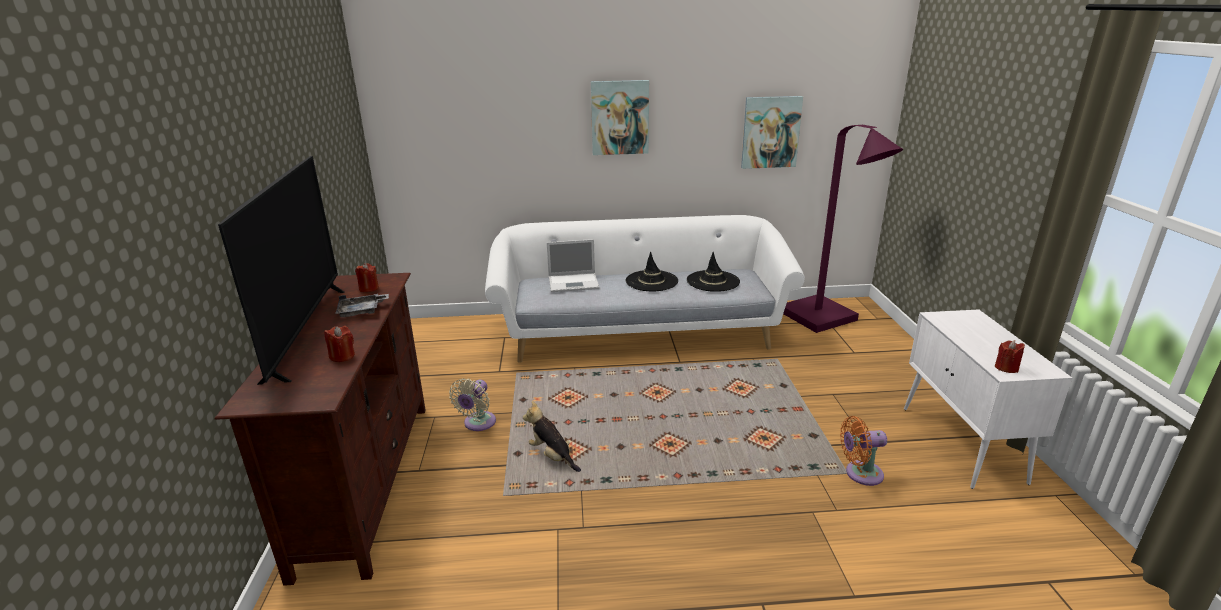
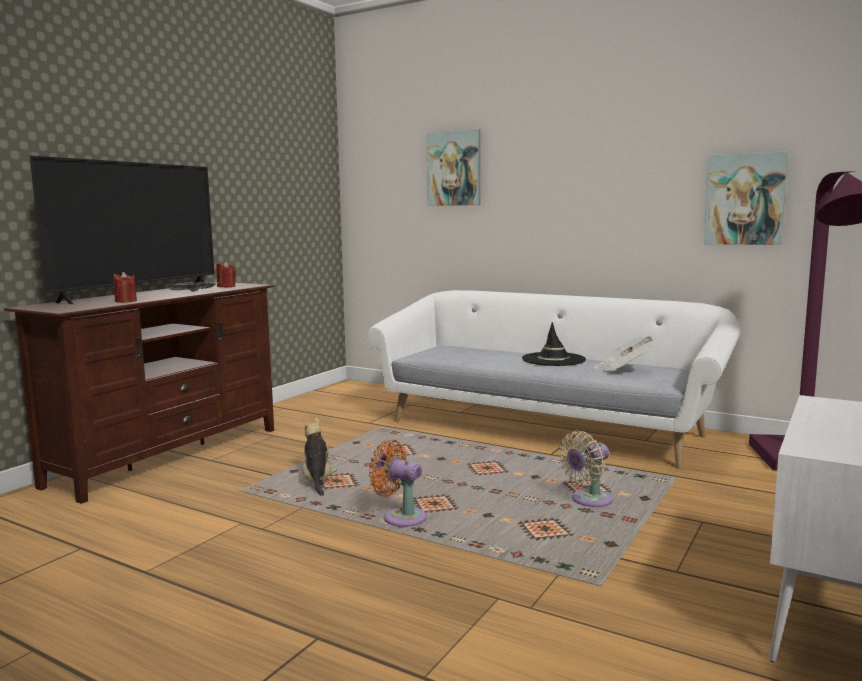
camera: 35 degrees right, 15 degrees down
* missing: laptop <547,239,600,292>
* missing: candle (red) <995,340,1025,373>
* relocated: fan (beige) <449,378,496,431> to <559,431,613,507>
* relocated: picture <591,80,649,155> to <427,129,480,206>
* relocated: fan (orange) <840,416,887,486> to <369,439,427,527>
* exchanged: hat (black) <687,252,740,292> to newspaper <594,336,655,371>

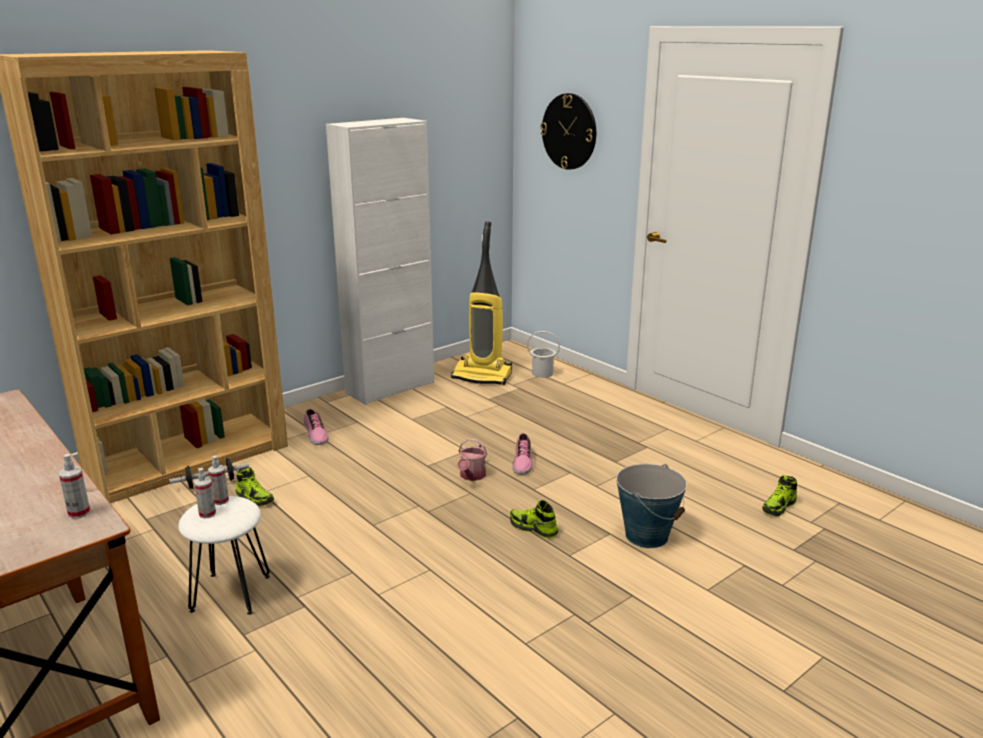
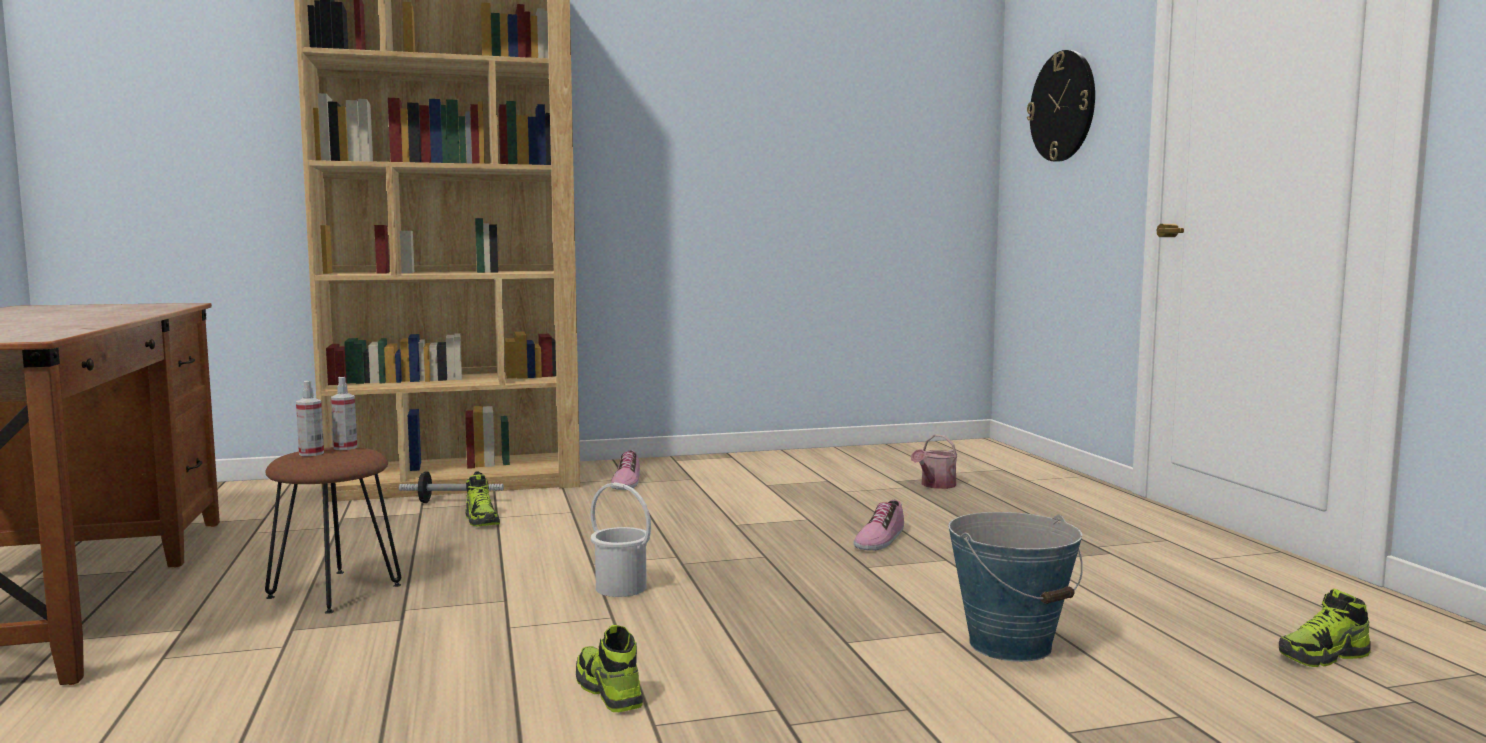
camera: 25 degrees right, 15 degrees down
* missing: spray bottle <59,454,90,519>
* missing: cabinet (white) <326,118,434,405>
* missing: vacuum cleaner <451,221,512,385>
* relocated: watering can <457,439,487,481> to <911,434,957,489>
* relocated: shoe <510,500,558,538> to <576,625,643,712>
* relocated: bucket (white) <527,331,560,378> to <591,482,651,597>
* colour: stool (white) <178,496,270,615> to stool (brown) <265,447,401,614>

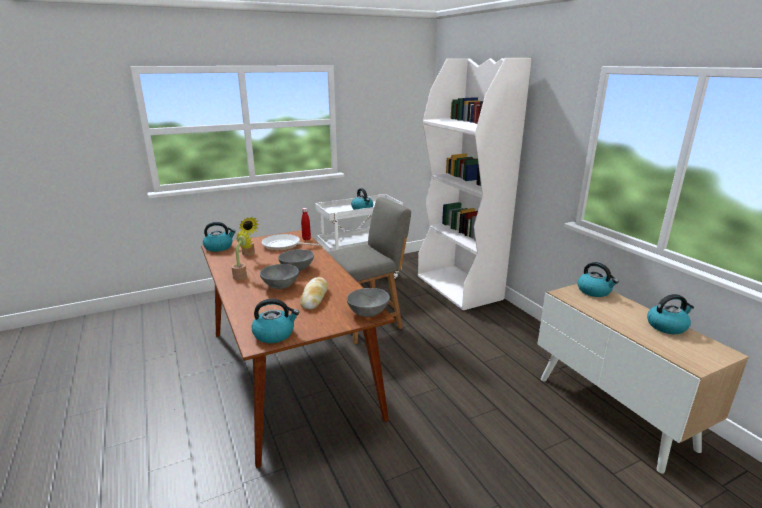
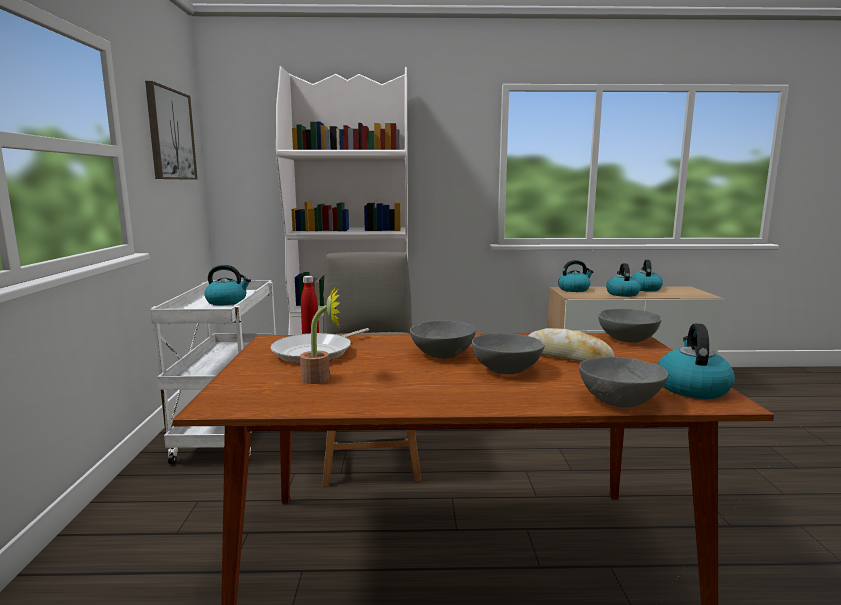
camera: 65 degrees left, 10 degrees down
* missing: potted plant <231,230,253,280>
* appeared: picture <145,81,198,180>
* appeared: bowl (grey) <579,357,668,407>
* relocated: kettle <203,222,236,252> to <606,263,641,297>

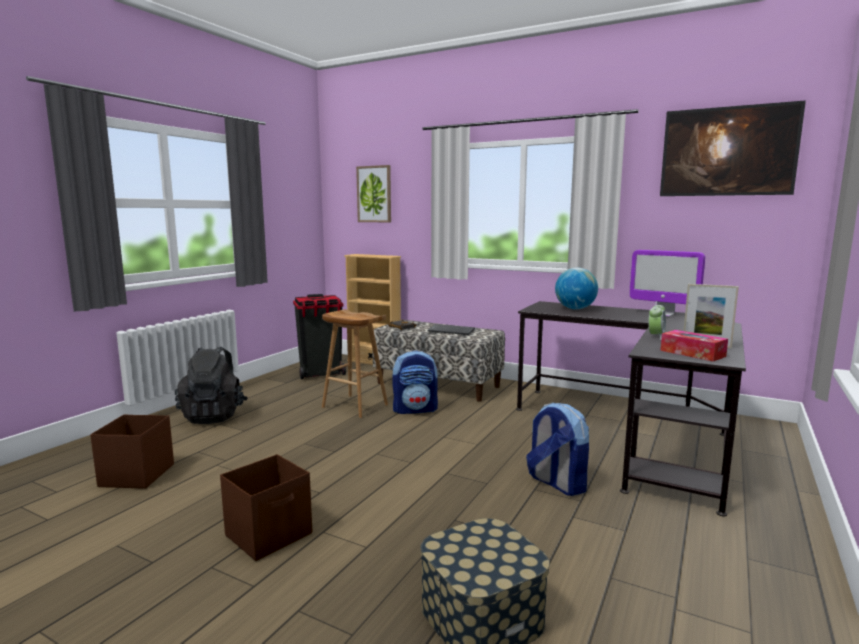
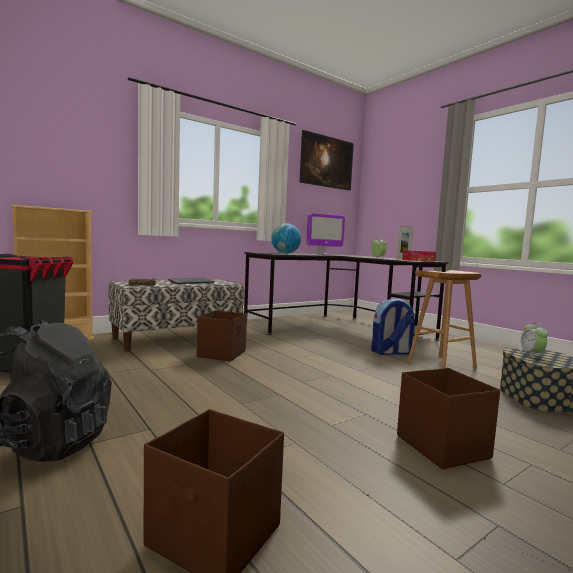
camera: 65 degrees left, 5 degrees down
* missing: picture <356,165,391,222>
* appeared: alarm clock <519,322,548,358>
* relocated: stool (brown) <322,309,388,418> to <407,270,482,369>
* exchanged: backpack <392,351,438,414> to storage box (brown) <197,310,247,361>

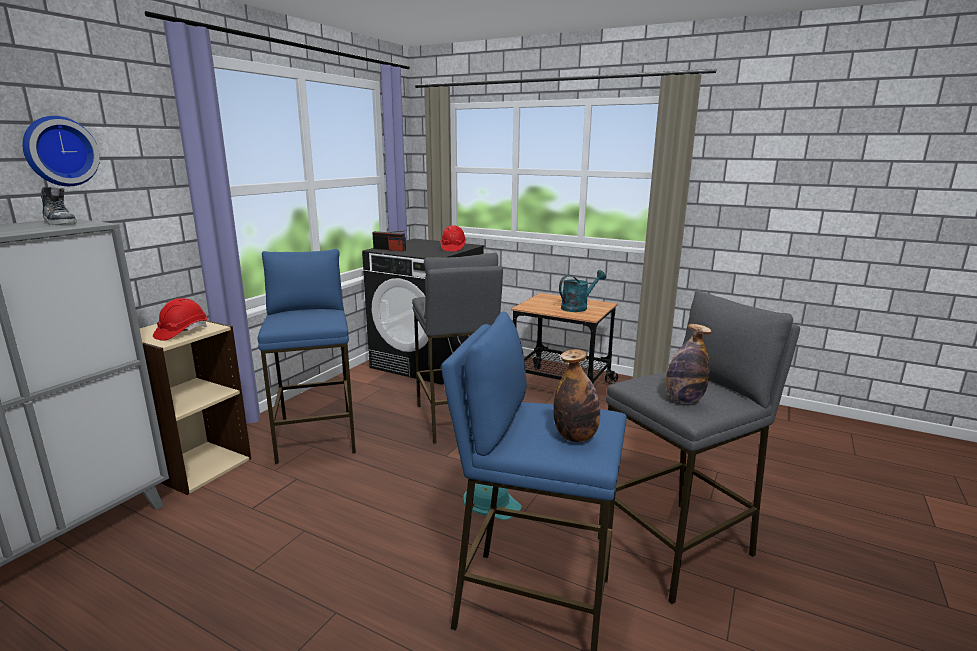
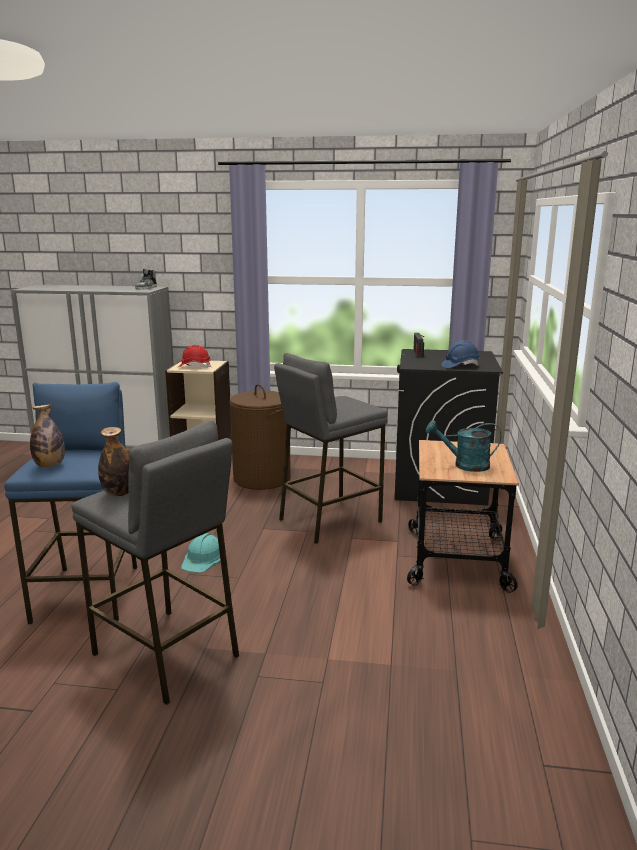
camera: 70 degrees right, 0 degrees up
* missing: wall clock <22,116,100,186>
* exchanged: stool (blue) <257,249,356,464> to laundry basket (brown) <230,384,291,490>
* colour: hard hat (red) <441,225,466,251> to hard hat (blue) <441,340,480,368>
* spun: watering can (turquoise) <559,270,606,312> = <426,420,501,472> 150 degrees clockwise

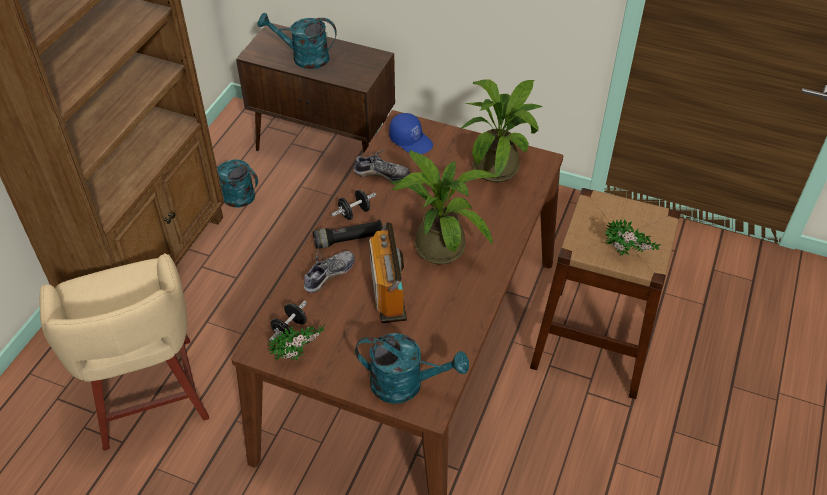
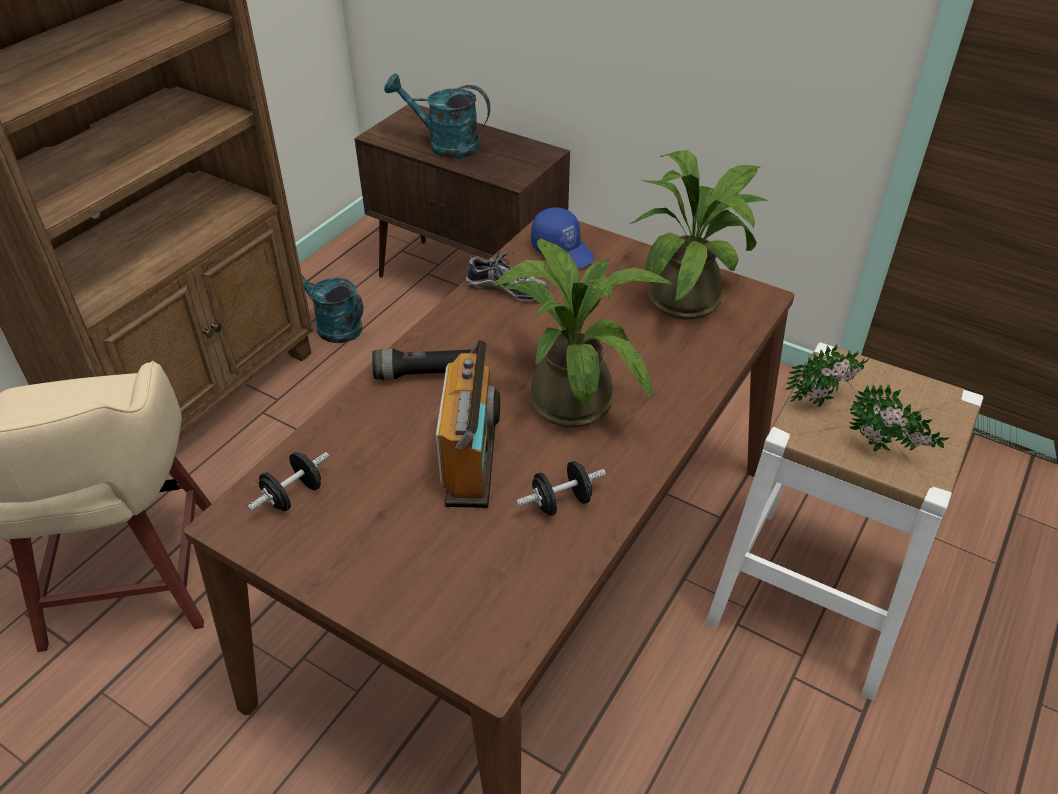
camera: 10 degrees right, 5 degrees down
* missing: shoe <304,250,355,293>
* missing: watering can (turquoise) <355,333,469,404>
* relocated: potted plant <268,325,325,361> to <786,344,869,407>
* relocated: dumbbell (black) <331,190,376,220> to <516,461,606,516>
* colour: stool (brown) <530,188,681,399> to stool (white) <705,342,983,701>

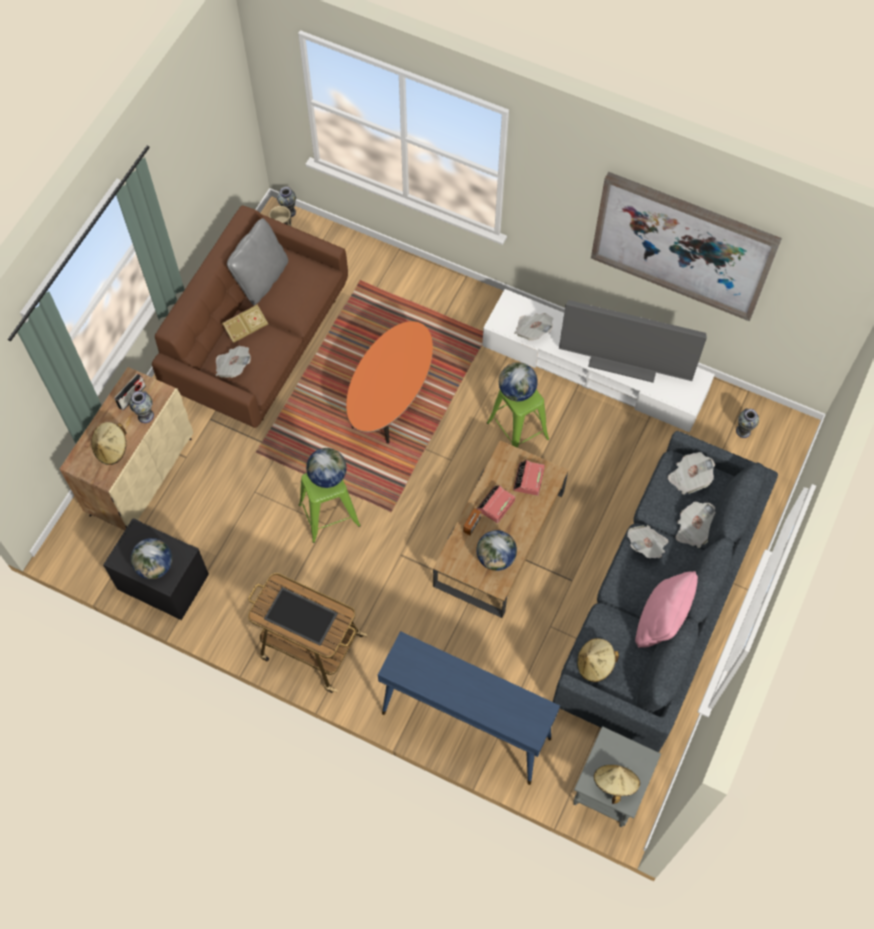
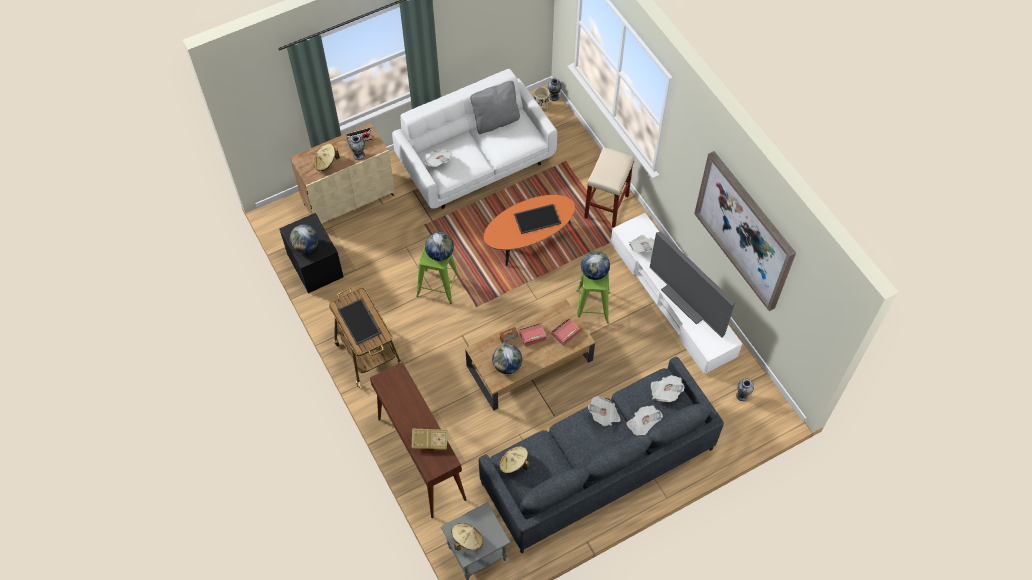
camera: 35 degrees right, 5 degrees down
* missing: pillow (pink) <635,571,698,648>
* appeared: tray <514,204,561,234>
* appeared: stool (beige) <584,147,634,228>
* relocated: book <222,305,268,343> to <412,429,447,449>
* colour: sofa (brown) <152,205,348,428> to sofa (white) <392,69,557,209>
* colour: console table (blue) <378,631,560,785> to console table (brown) <370,362,467,518>

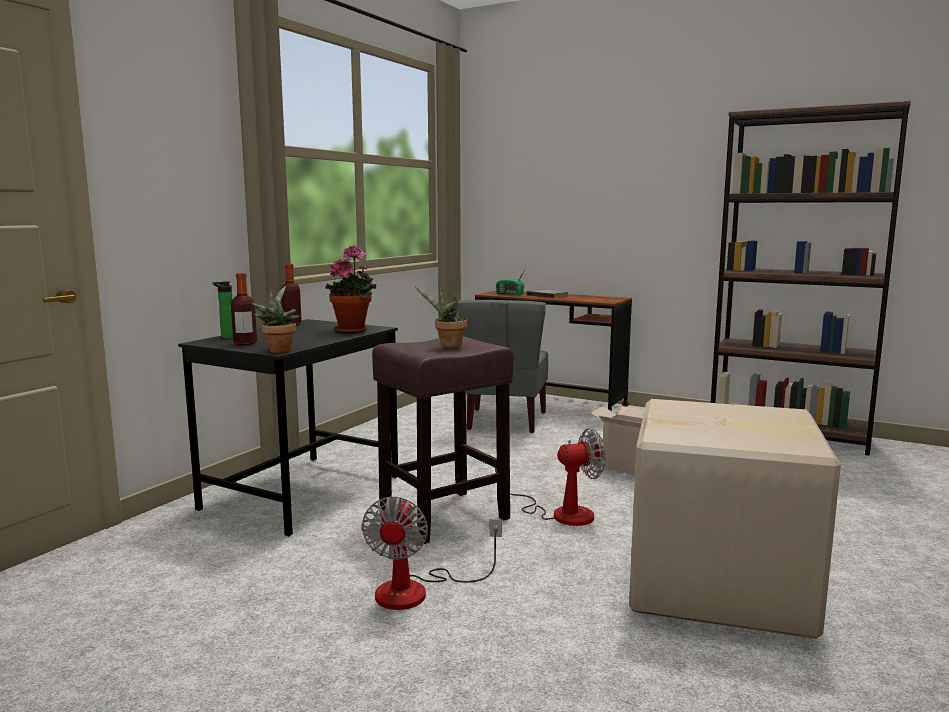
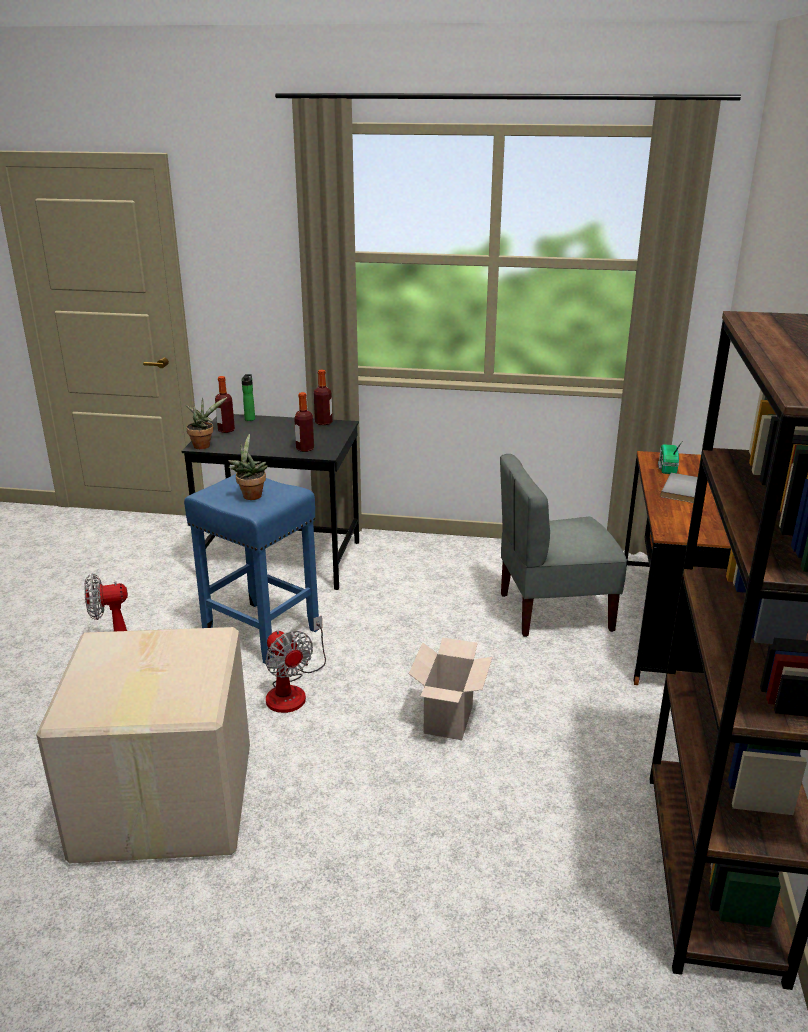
camera: 70 degrees right, 15 degrees up
* exchanged: potted plant <325,245,377,334> to bottle <294,392,314,452>
* colour: stool (brown) <372,336,513,544> to stool (blue) <184,474,319,665>

